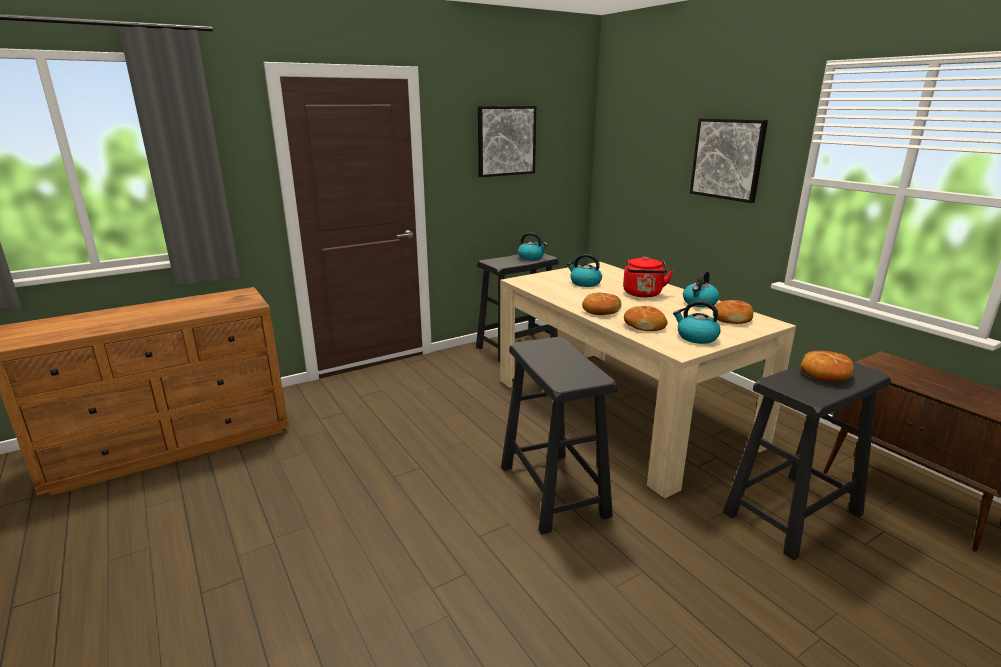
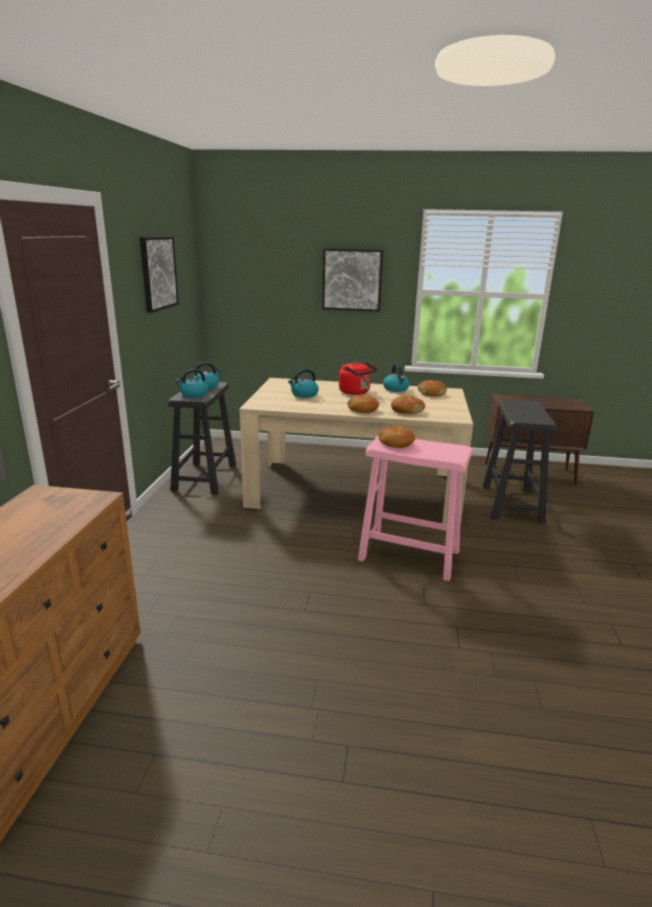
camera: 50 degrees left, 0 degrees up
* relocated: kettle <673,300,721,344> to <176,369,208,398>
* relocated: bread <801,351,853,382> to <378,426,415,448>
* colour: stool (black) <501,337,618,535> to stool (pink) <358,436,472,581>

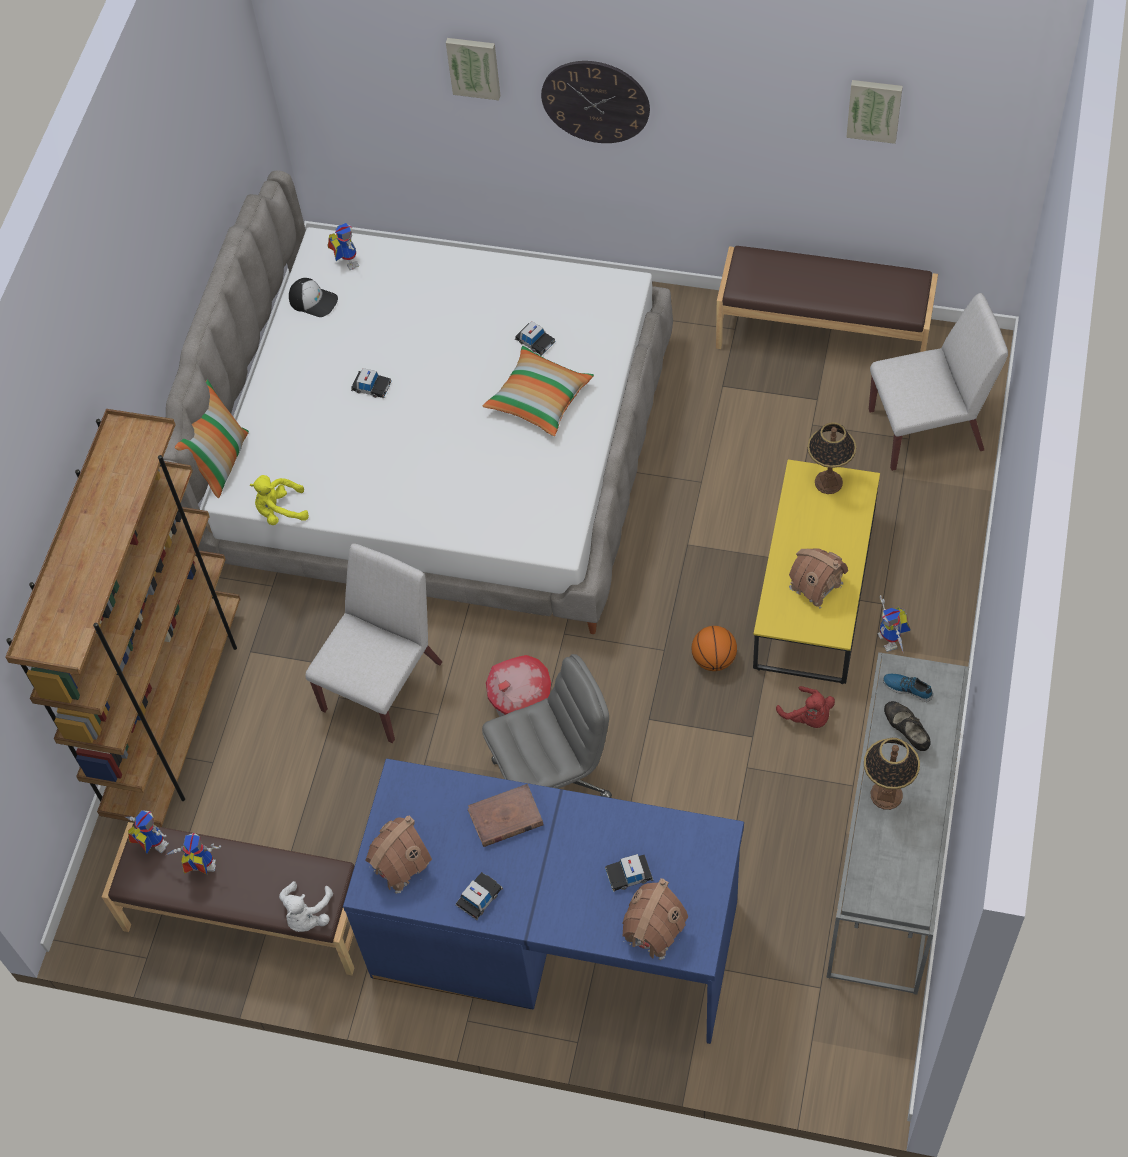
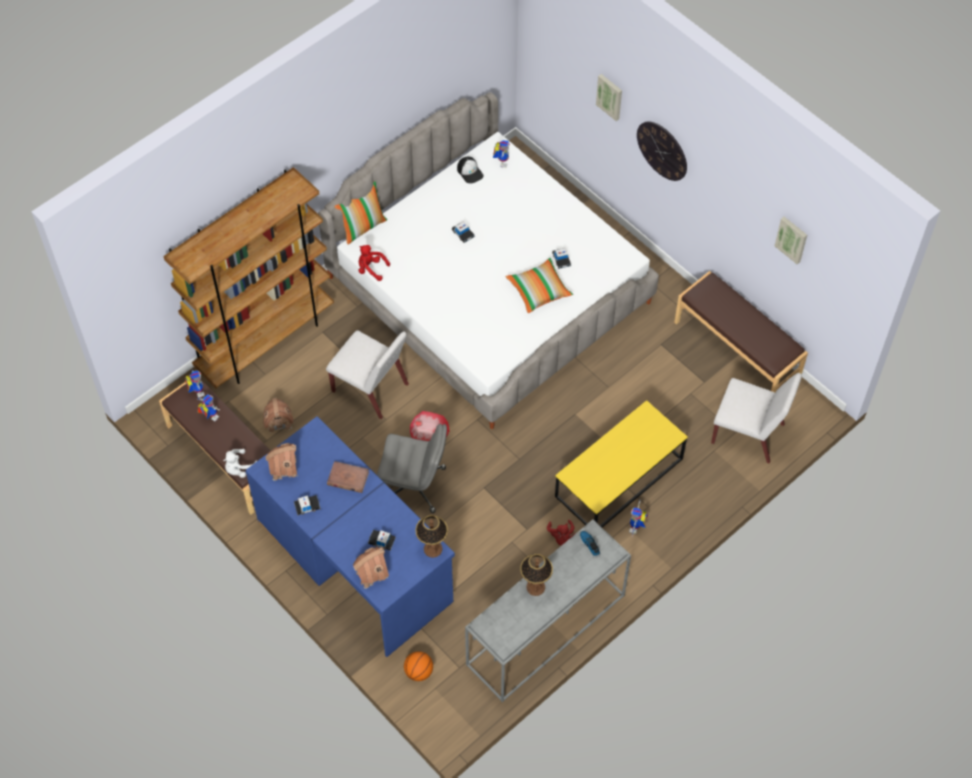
camera: 30 degrees right, 0 degrees up
* missing: shoe (black) <884,701,931,751>
* relocated: basketball <692,626,737,671> to <404,651,433,681>
* relocated: toy house <789,548,848,608> to <263,398,294,433>
* relocated: table lamp <807,422,856,494> to <415,515,448,558>
* colour: plush toy (yellow) <250,475,309,525> to plush toy (red) <359,245,390,281>
* spun: chair (white) <306,544,442,743> = <326,330,409,419> 60 degrees clockwise

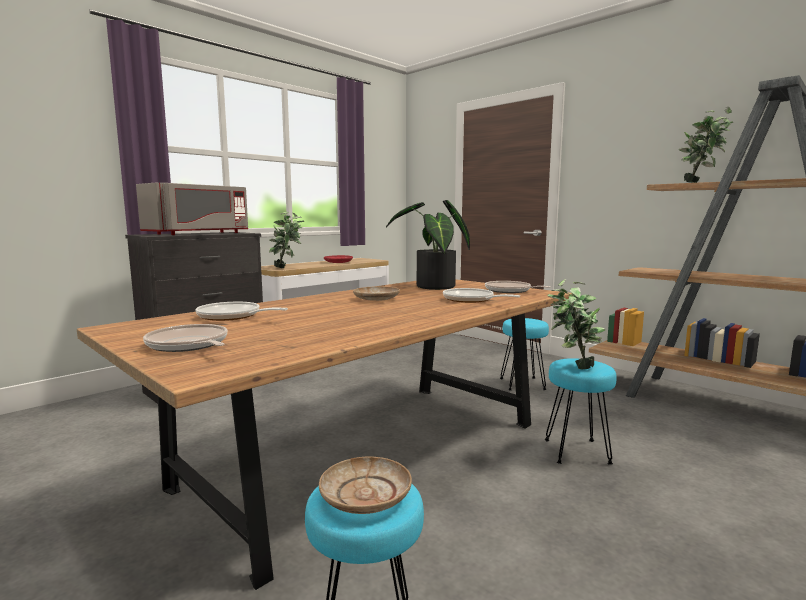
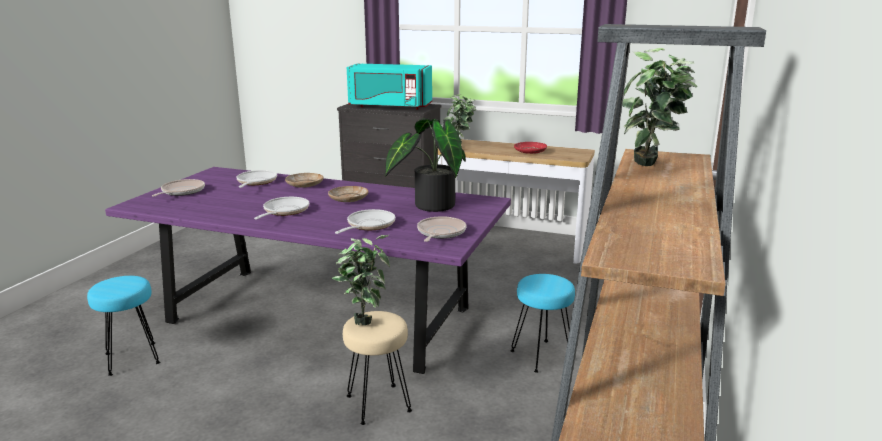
camera: 65 degrees right, 10 degrees up
* appeared: frying pan <254,197,309,219>
* relocated: plate (beige) <319,456,412,514> to <285,173,323,188>
* colour: dining table (brown) <77,279,572,590> to dining table (purple) <105,167,511,374>
* colour: microwave (grey) <136,183,248,235> to microwave (turquoise) <347,64,432,109>
* colour: stool (turquoise) <545,358,617,465> to stool (beige) <343,311,412,425>

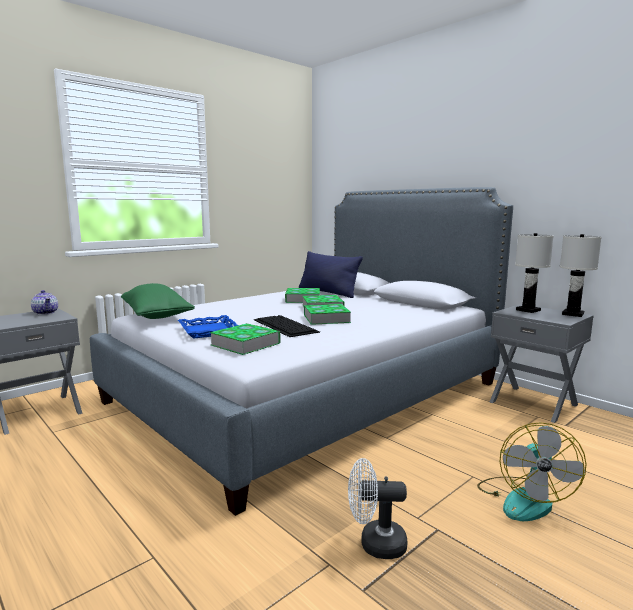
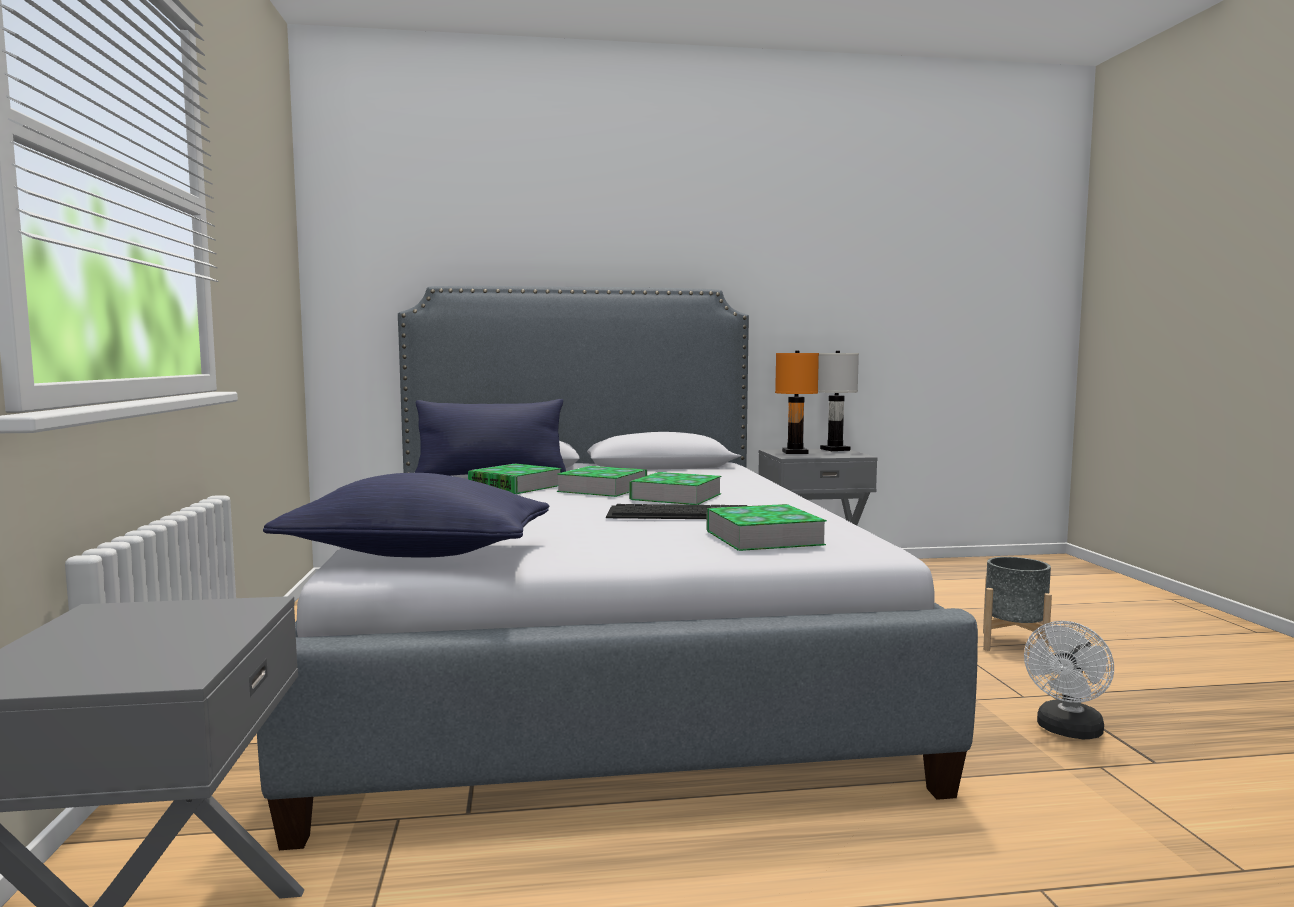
camera: 55 degrees left, 5 degrees down
* missing: teapot <31,290,58,315>
* missing: tray (blue) <178,315,238,339>
* exchanged: fan <477,422,586,521> to planter (grey) <983,557,1052,651>
* colour: pillow (green) <121,283,195,319> to pillow (blue) <263,473,550,558>
* colour: table lamp (white) <515,233,554,313> to table lamp (orange) <775,351,819,454>

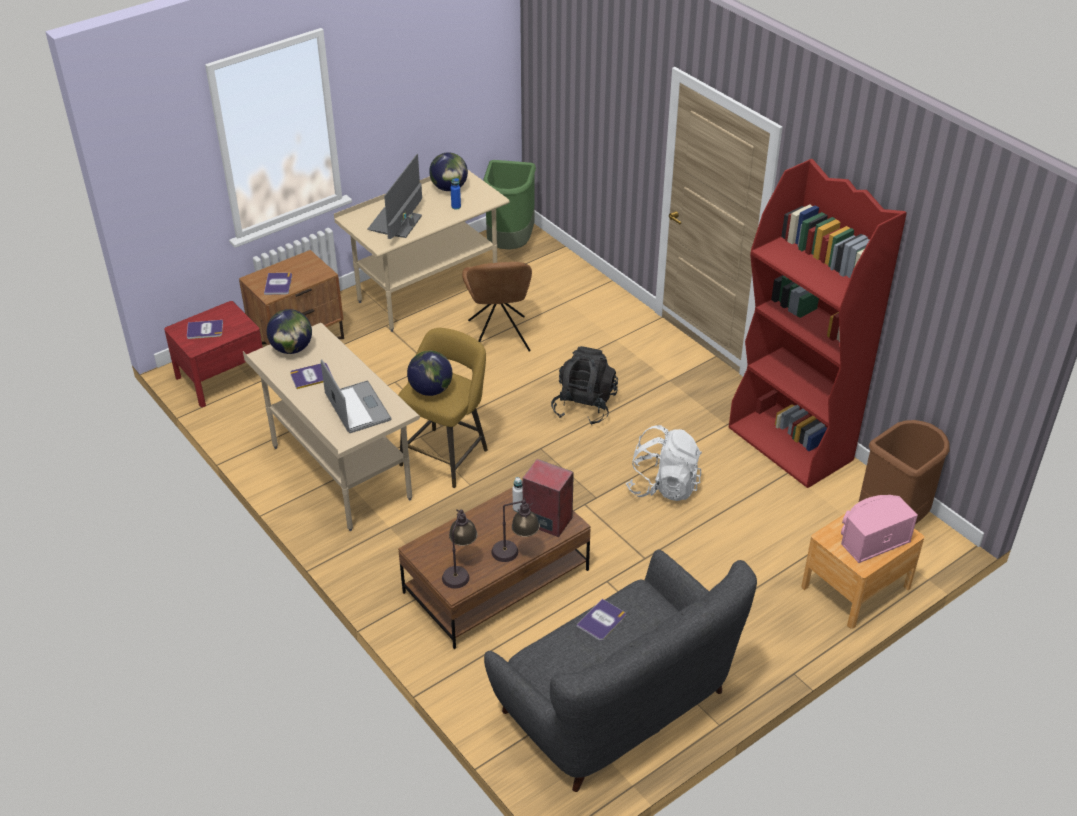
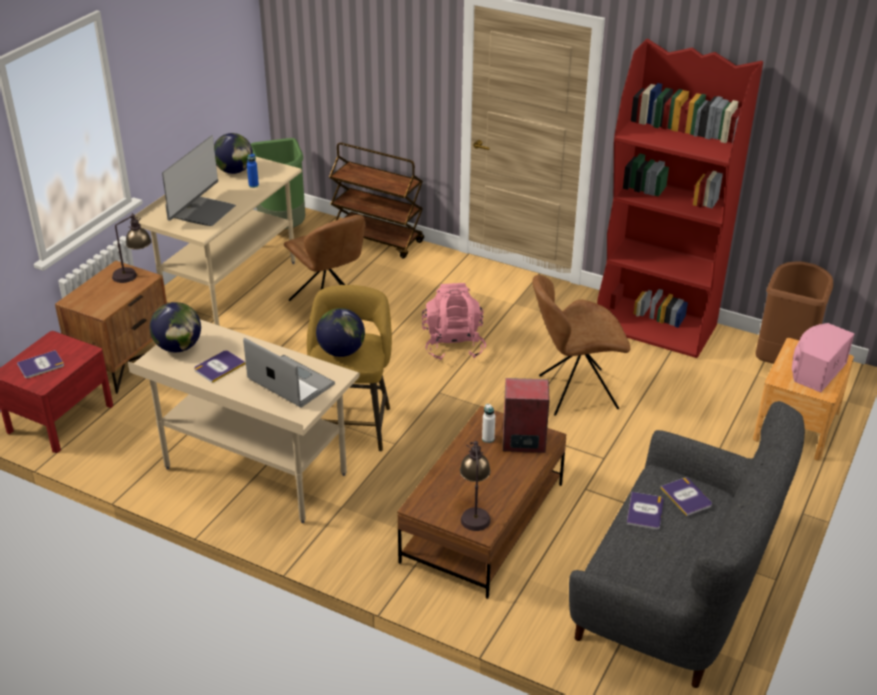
camera: 25 degrees left, 5 degrees down
* appeared: cart (brown) <329,142,424,259>
* relocated: book <264,273,292,295> to <661,478,712,516>
* relocated: table lamp <491,497,540,562> to <112,213,152,283>
* exchanged: backpack (white) <626,425,702,501> to chair (brown) <532,275,630,416>
* colour: backpack (black) <551,346,618,425> to backpack (pink) <422,283,486,360>
* spun: monitor <368,154,422,239> = <162,135,236,226> 150 degrees counterclockwise

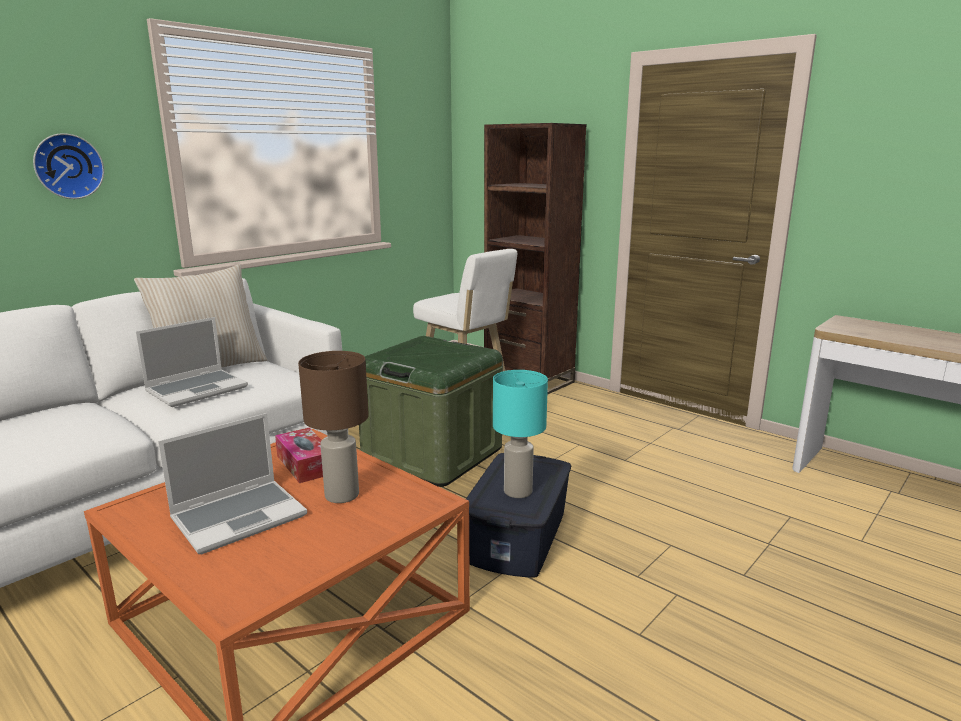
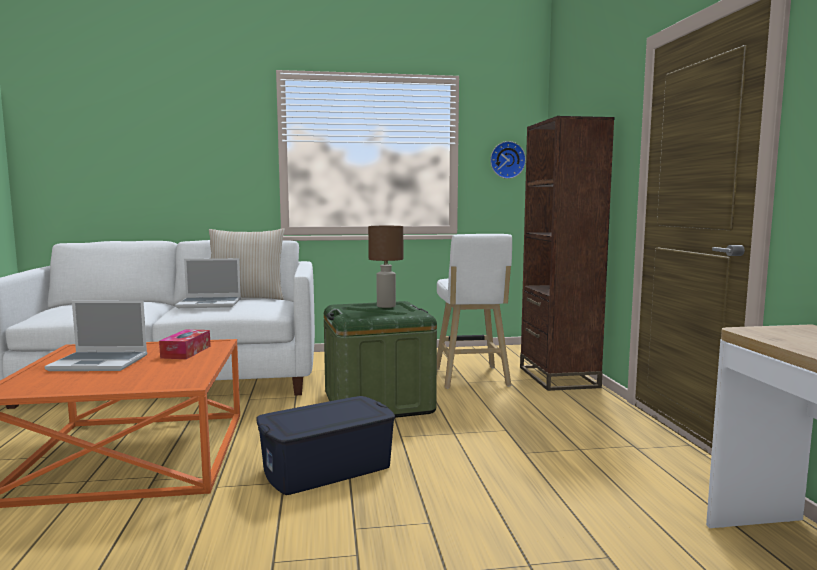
camera: 40 degrees right, 10 degrees down
* missing: table lamp (turquoise) <493,370,548,498>
* relocated: wall clock <33,133,104,199> to <490,141,526,179>
* relocated: table lamp (brown) <298,351,369,503> to <368,226,403,308>

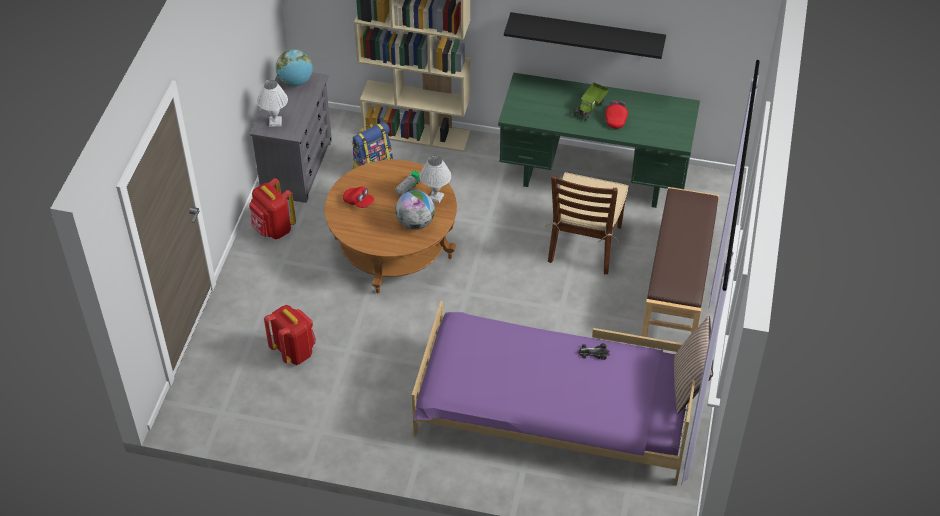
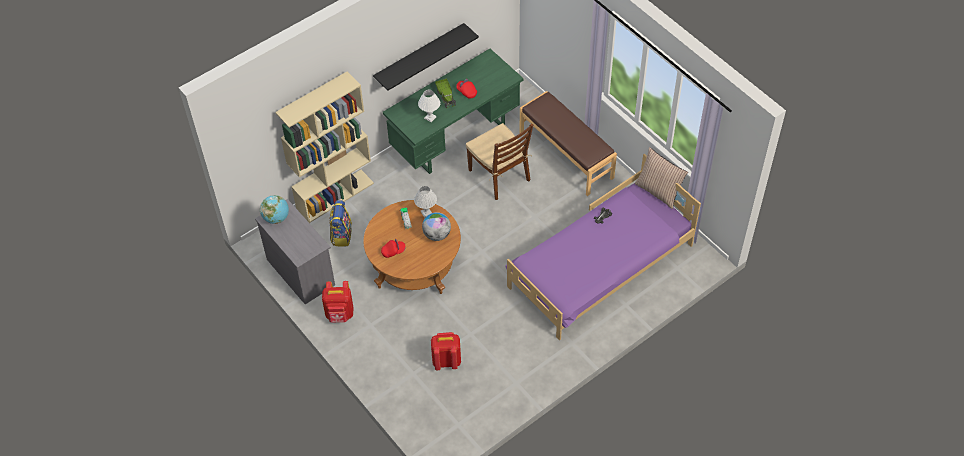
camera: 50 degrees left, 5 degrees up
* relocated: table lamp (white) <257,80,288,127> to <418,90,440,122>

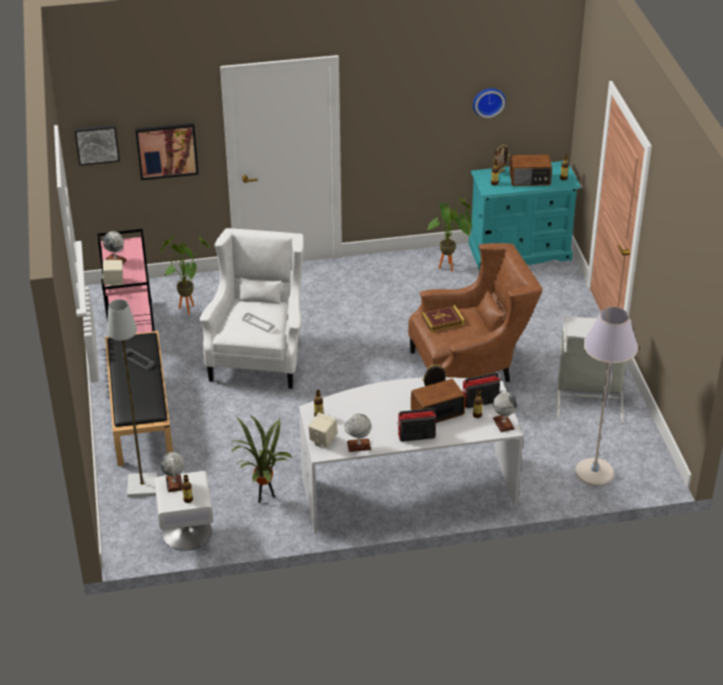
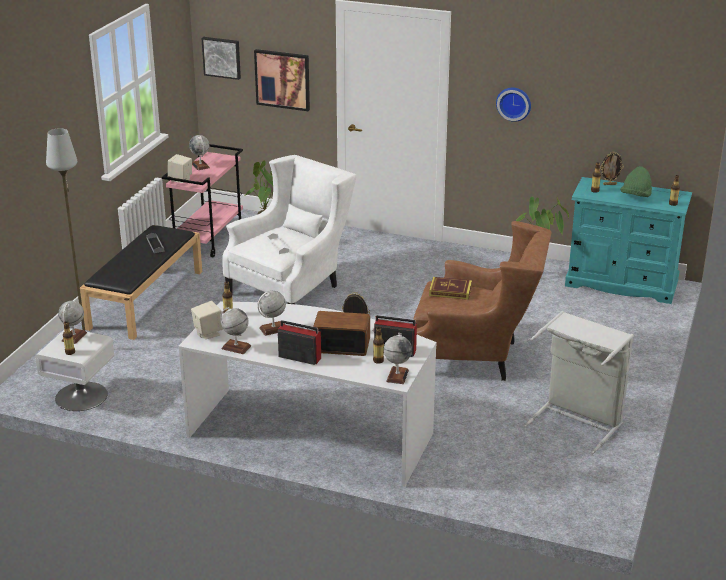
camera: 30 degrees right, 10 degrees down
* missing: potted plant <231,415,292,503>
* missing: floor lamp (grey) <575,307,638,486>
* appeared: globe <257,291,286,336>
* relocated: wall clock <473,88,506,118> to <496,87,531,122>
* exchanged: radio <510,154,552,186> to hat (green) <620,166,652,197>

